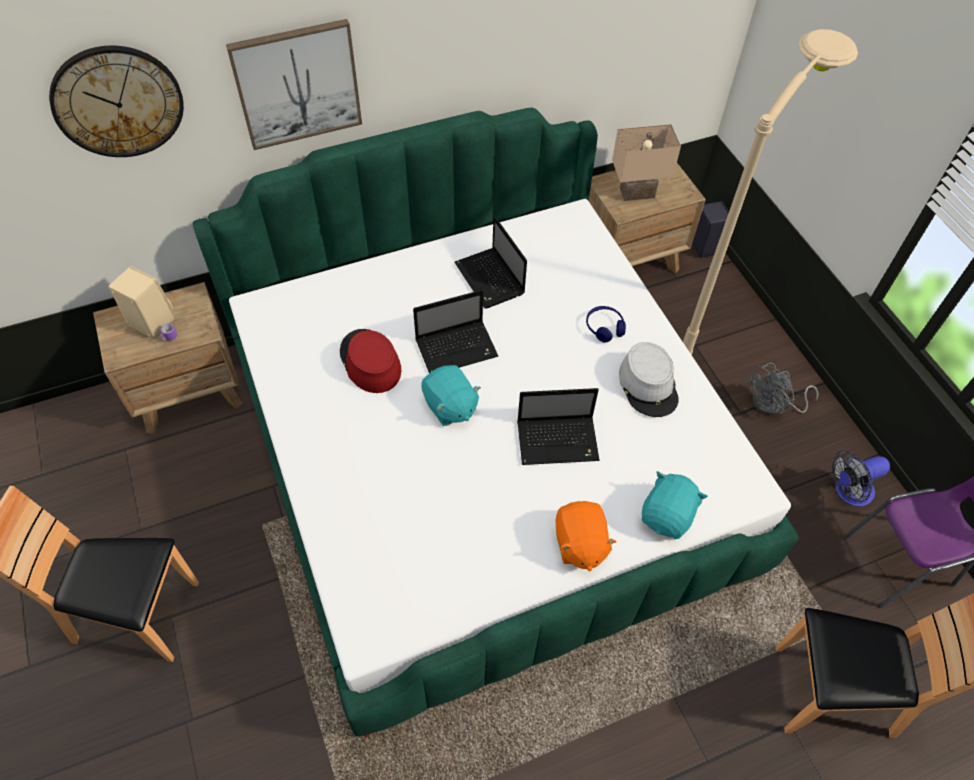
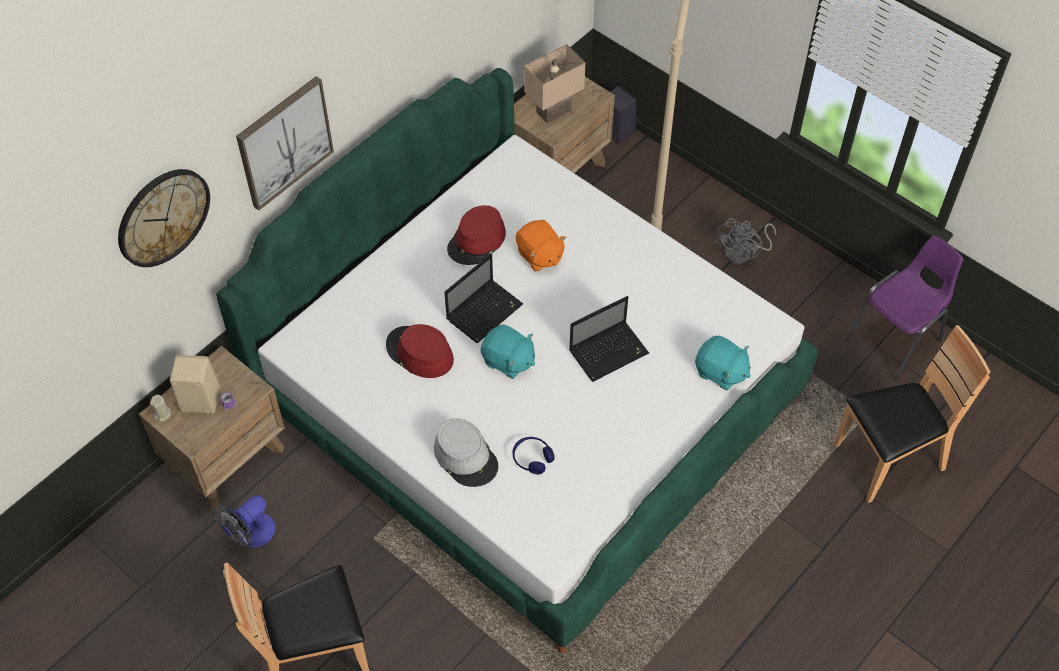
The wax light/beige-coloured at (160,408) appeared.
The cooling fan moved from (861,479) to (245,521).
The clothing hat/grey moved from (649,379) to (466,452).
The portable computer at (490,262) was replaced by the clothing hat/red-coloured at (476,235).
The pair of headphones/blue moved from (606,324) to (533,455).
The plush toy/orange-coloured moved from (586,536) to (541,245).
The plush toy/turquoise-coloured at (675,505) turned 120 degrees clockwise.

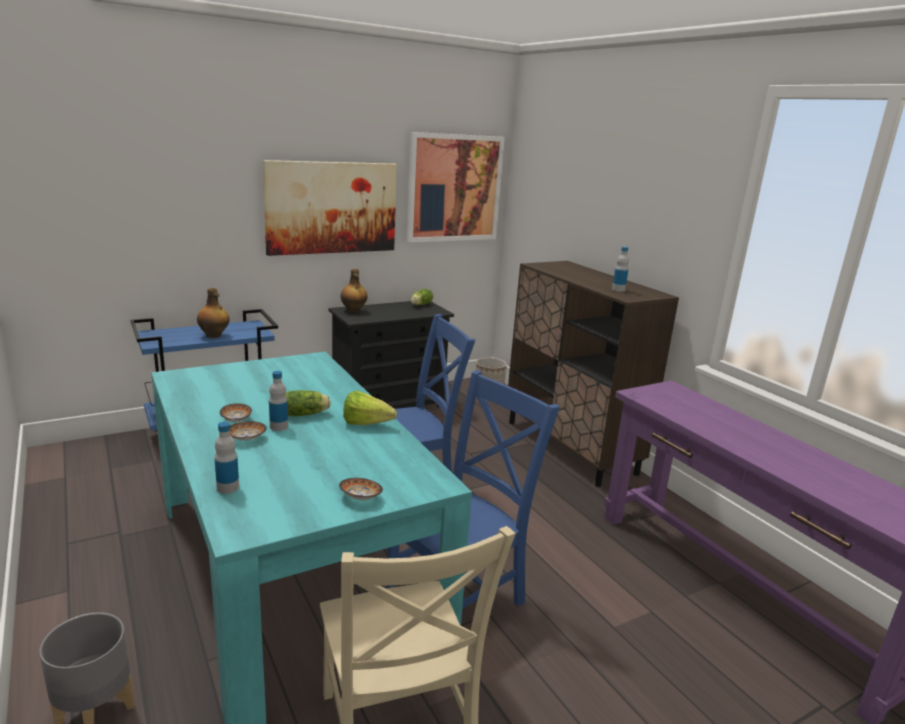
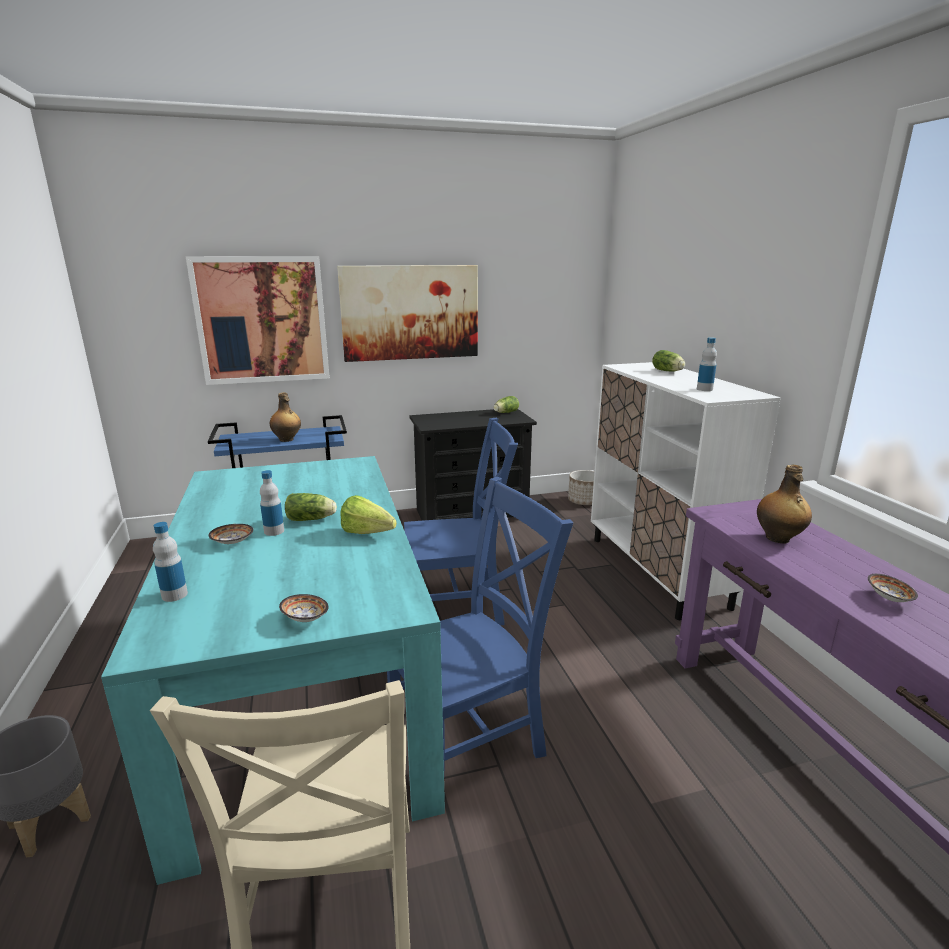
The wall art moved from (456,187) to (258,320).
The storage cabinet/brown at (593,374) became the storage cabinet/white-coloured at (686,491).
The lettuce at (668,361) appeared.
The bottle moved from (354,291) to (784,504).
The bowl moved from (236,412) to (893,588).

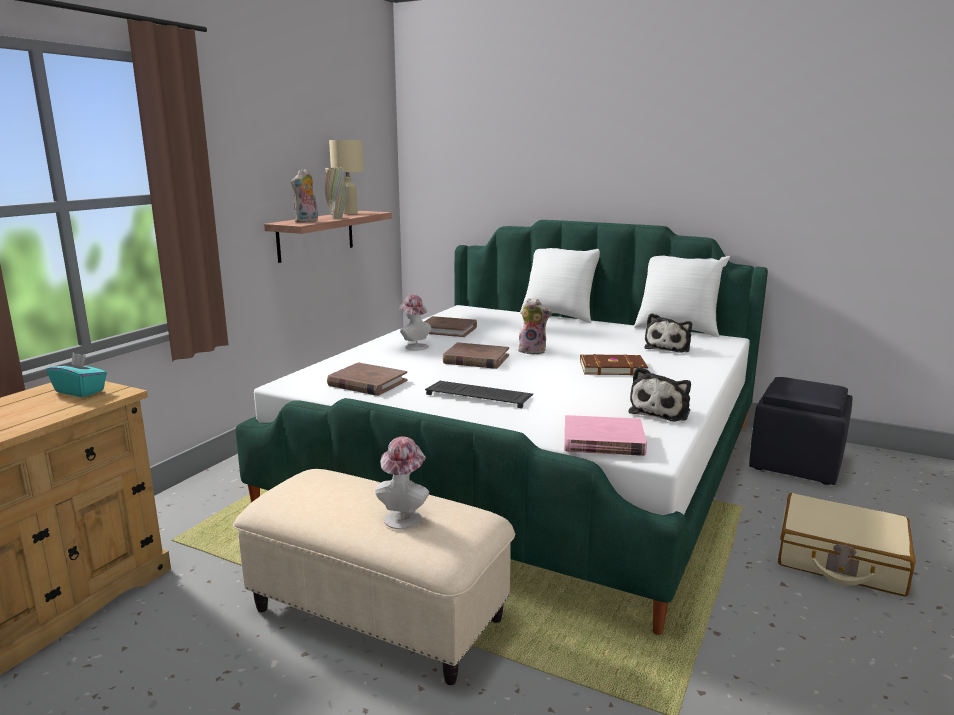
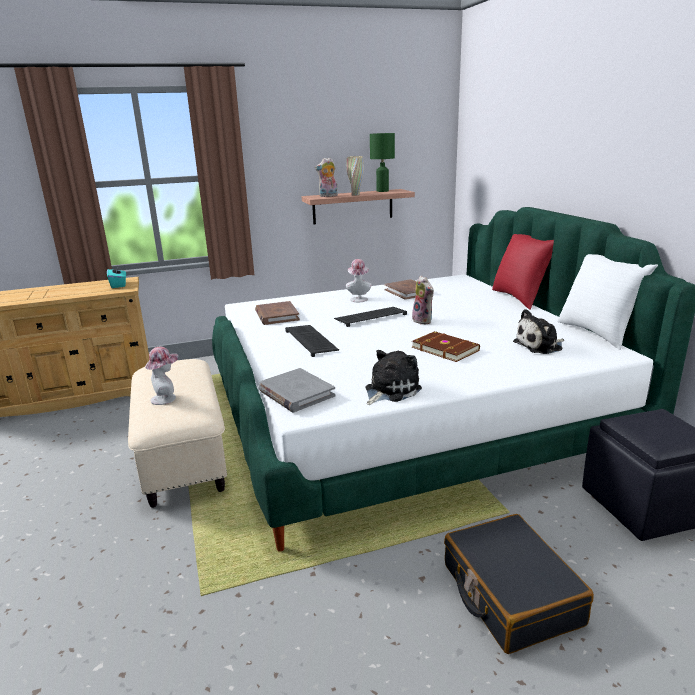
The book/pinkish at (605,435) became the book/grey at (297,390).
The book/brown at (476,355) was replaced by the PC keyboard at (370,317).
The plush toy at (660,394) turned 150 degrees clockwise.
The lamp for a table/beige-coloured at (346,177) became the lamp for a table/green-coloured at (382,162).
The suitcase/beige-coloured at (846,544) became the suitcase/black-coloured at (519,584).
The pillow/white-coloured at (560,285) became the pillow/red-coloured at (523,272).

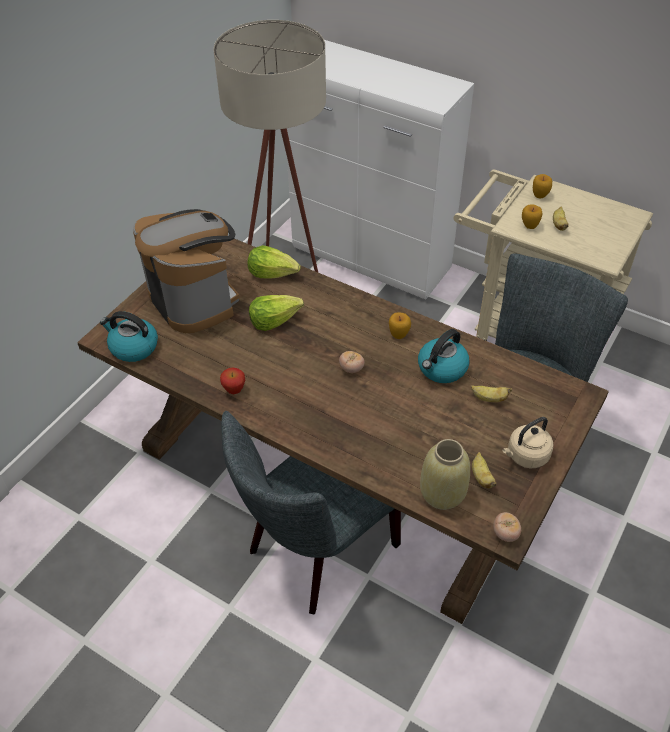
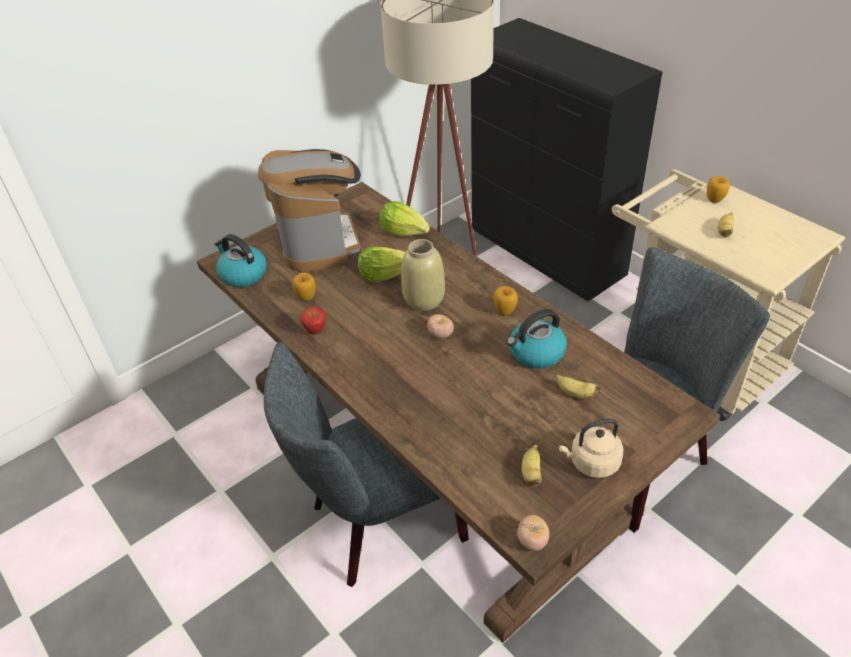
The apple moved from (532,216) to (304,287).
The decorative vase/beige-coloured moved from (445,474) to (423,275).
The storage cabinet/white-coloured at (380,170) became the storage cabinet/black-coloured at (567,160).

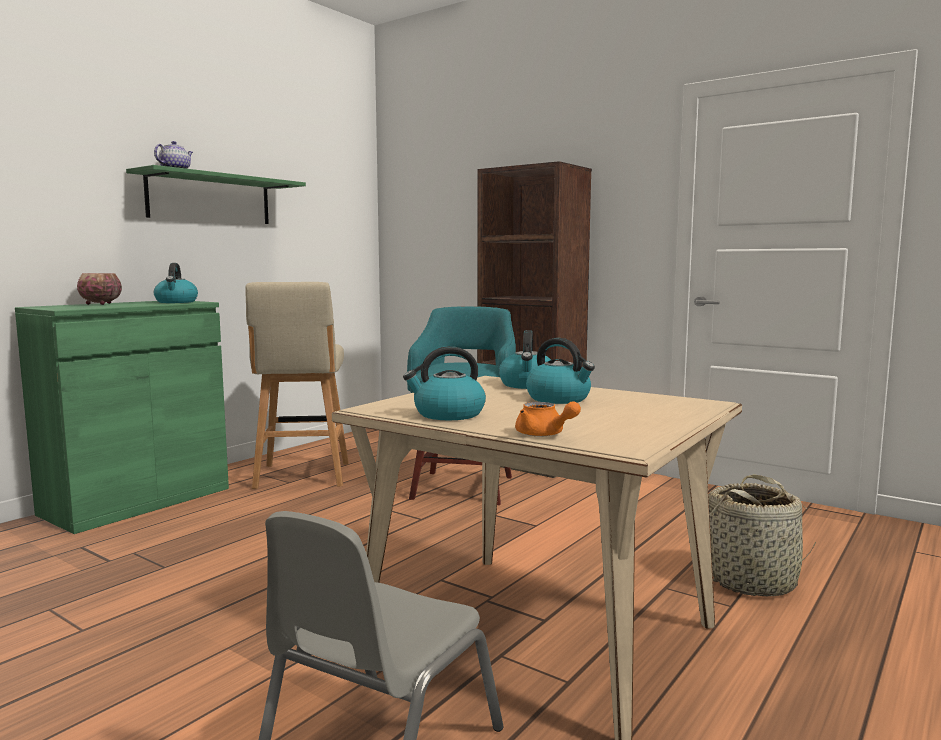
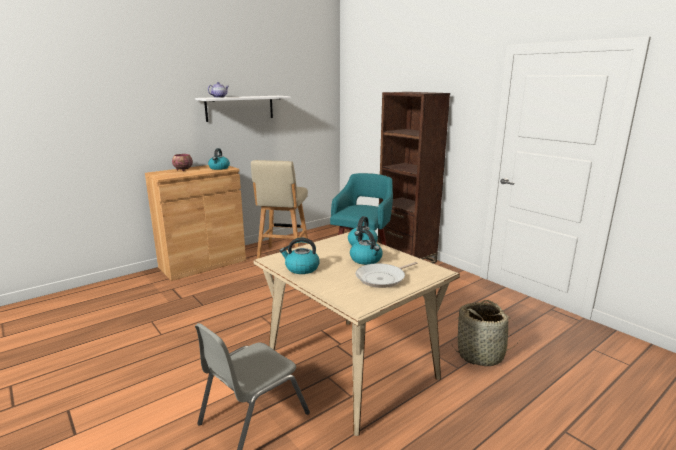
The storage cabinet/green-coloured at (122,417) became the storage cabinet/brown at (195,223).
The bracket shelf/green-coloured at (216,194) became the bracket shelf/white-coloured at (243,109).
The frying pan at (387,275) appeared.
The teapot/orange-coloured at (548,418) disappeared.

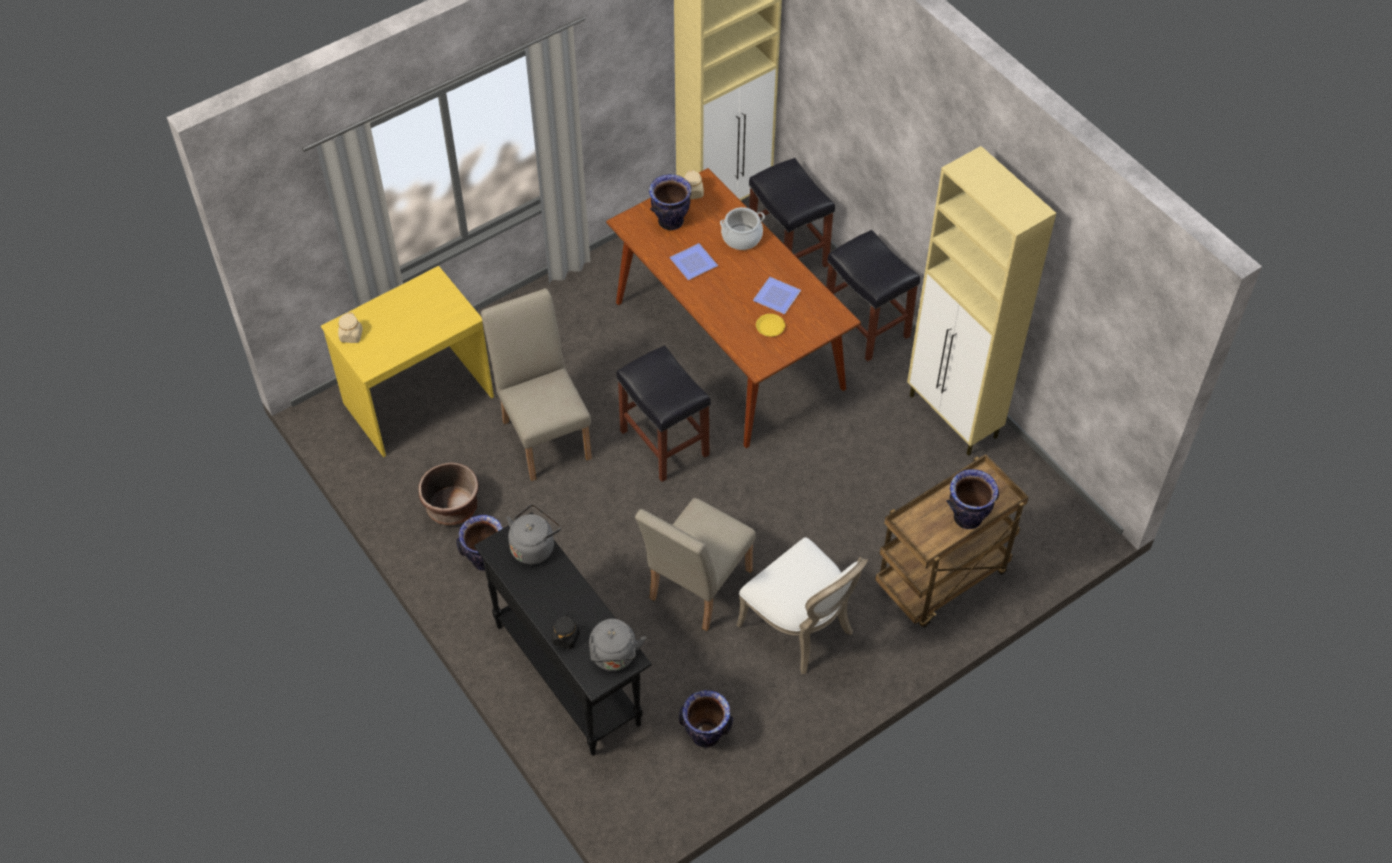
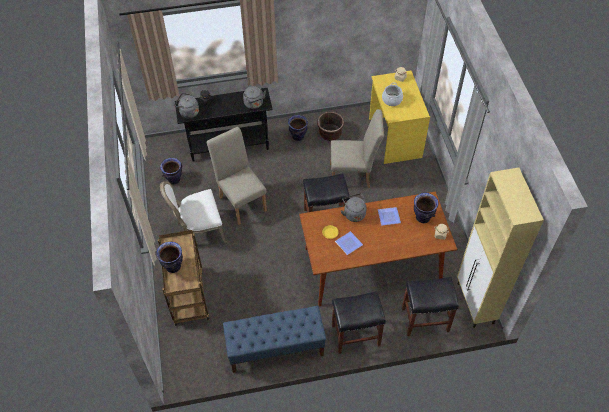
The storage cabinet/beige-coloured at (981,301) was replaced by the bench/blue at (274,339).
The kettle/grey at (354,207) appeared.
The stockpot moved from (742,228) to (392,94).

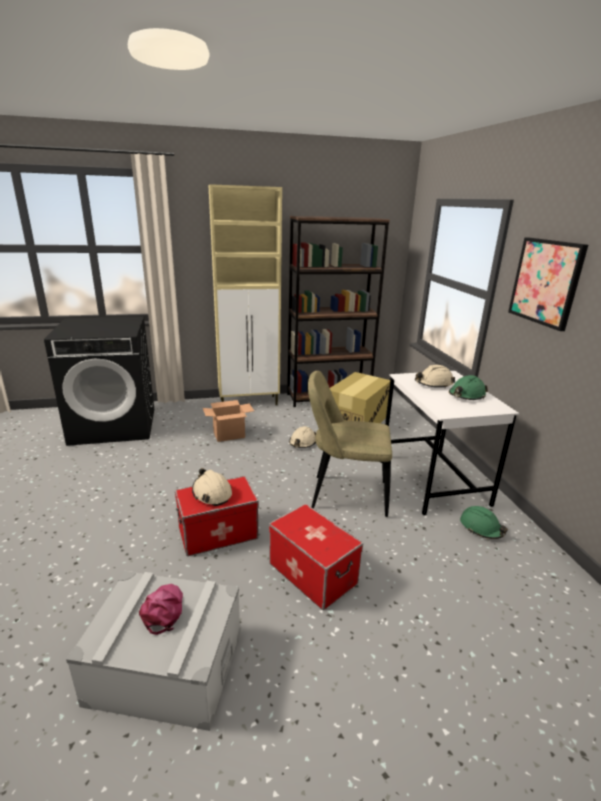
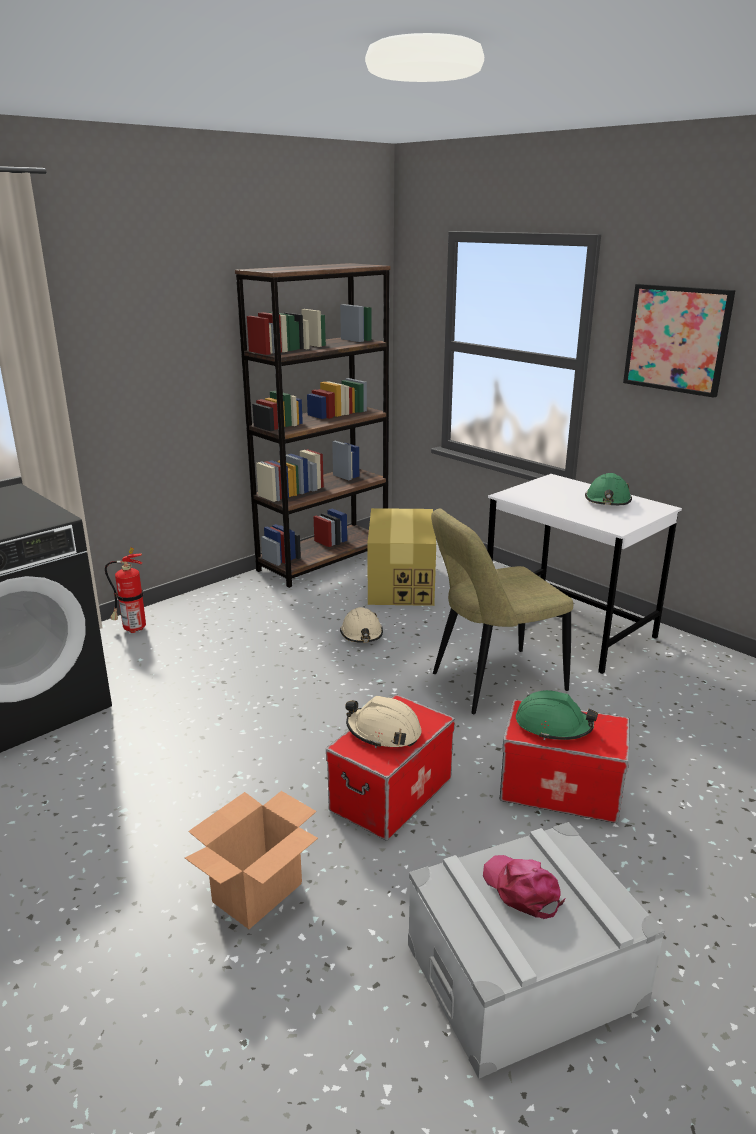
The extinguisher at (125,590) appeared.
The cardboard box moved from (228,421) to (251,860).
The work helmet/green-coloured moved from (484,522) to (557,715).
The storage cabinet/beige-coloured at (245,294) disappeared.
The work helmet/beige-coloured at (435,376) disappeared.

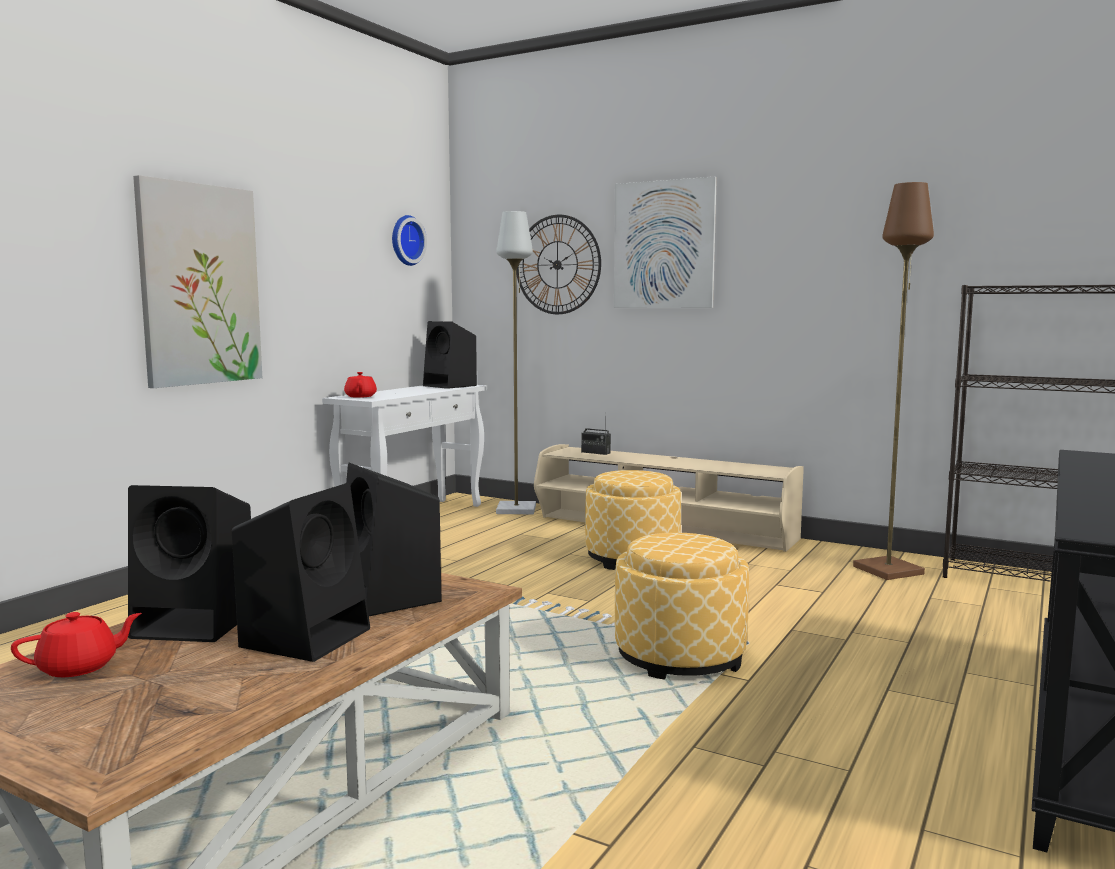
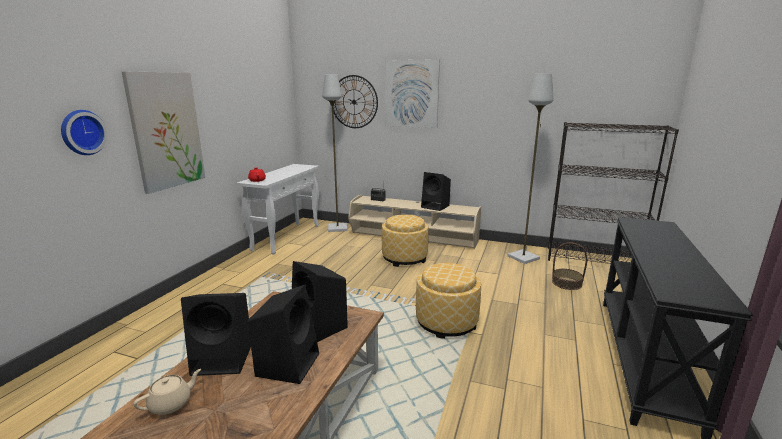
The wall clock moved from (409,240) to (84,132).
The teapot/red-coloured at (76,644) became the teapot/beige-coloured at (167,392).
The audio speaker/black-coloured moved from (450,355) to (436,191).
The standard lamp/brown at (893,381) became the standard lamp/grey at (530,169).
The basket at (569,266) appeared.

